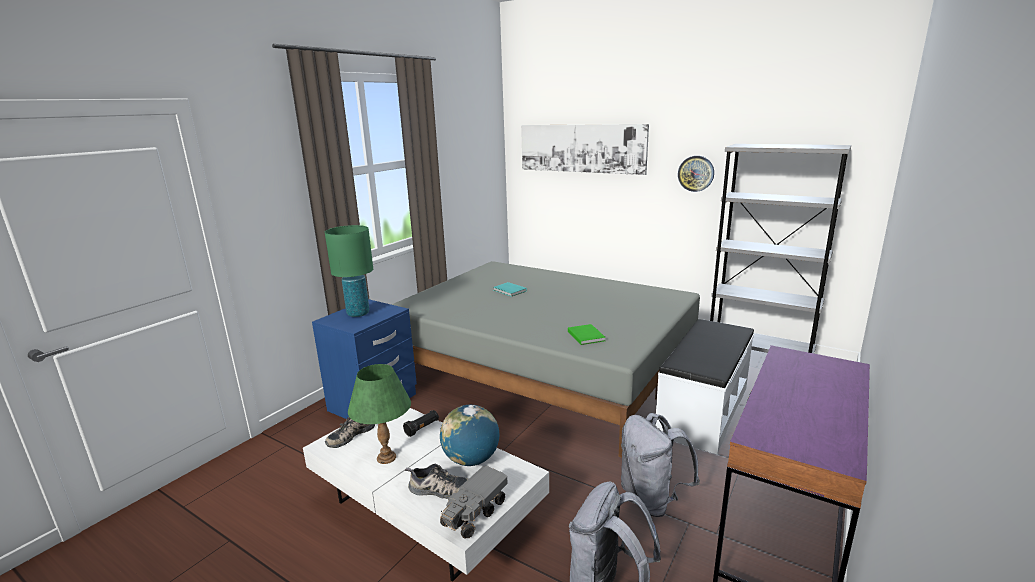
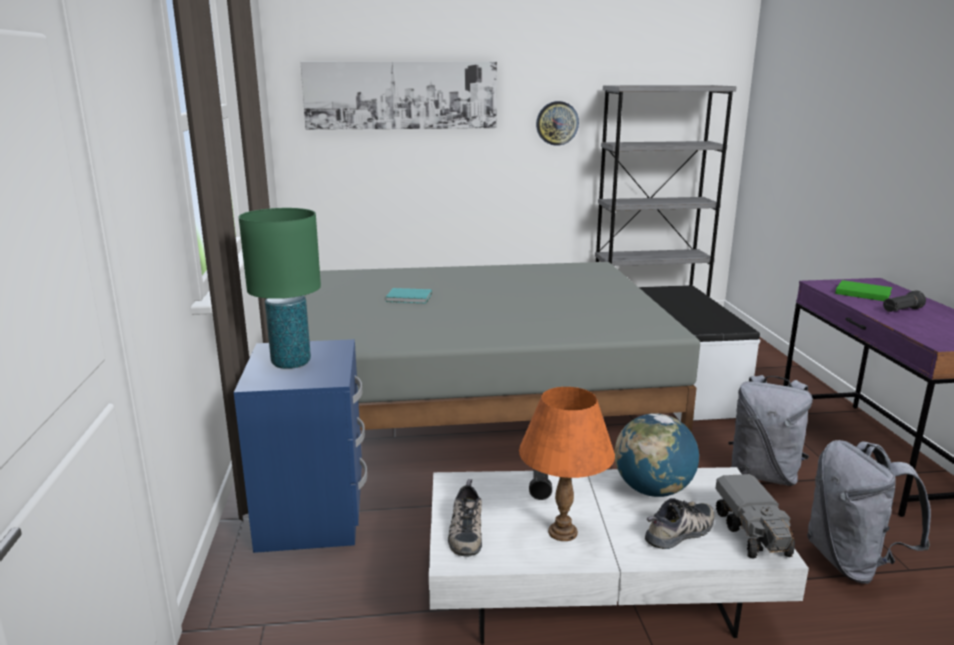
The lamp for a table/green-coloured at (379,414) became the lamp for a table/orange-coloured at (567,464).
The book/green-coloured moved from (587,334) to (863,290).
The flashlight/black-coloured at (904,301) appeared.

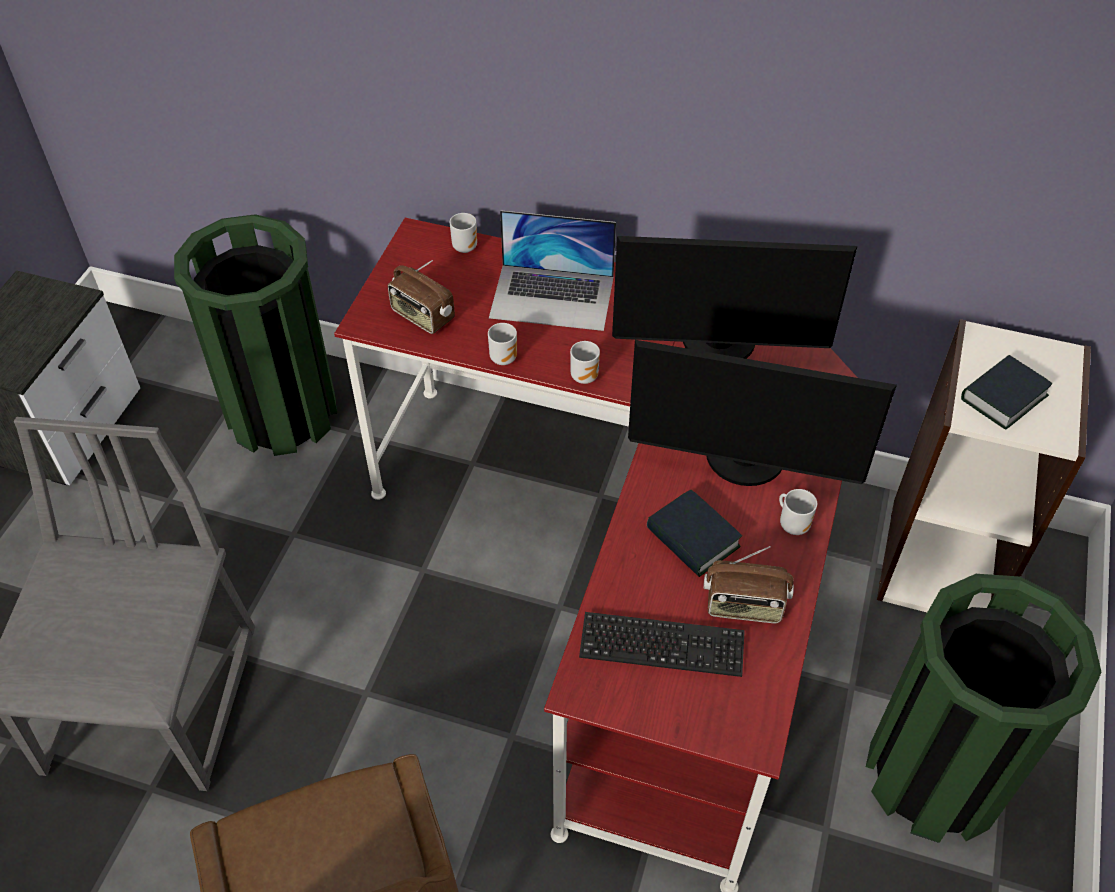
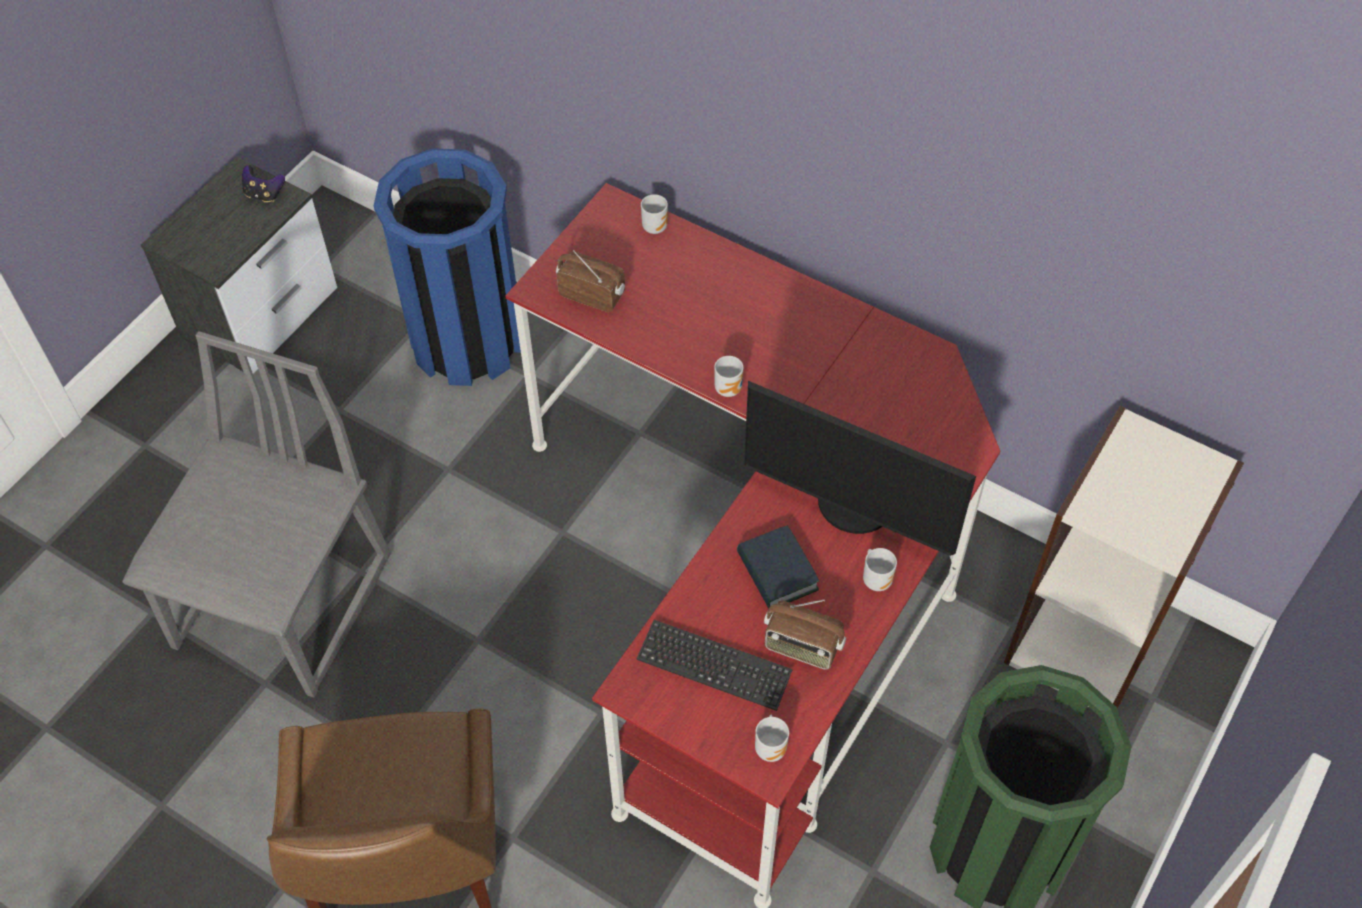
The game controller at (263,183) appeared.
The waste bin/green-coloured at (255,335) became the waste bin/blue at (447,267).
The radio at (421,297) turned 150 degrees clockwise.
The coffee mug moved from (502,344) to (772,738).
The portable computer at (552,270) disappeared.
The monitor at (734,297) disappeared.
The book at (1007,392) disappeared.

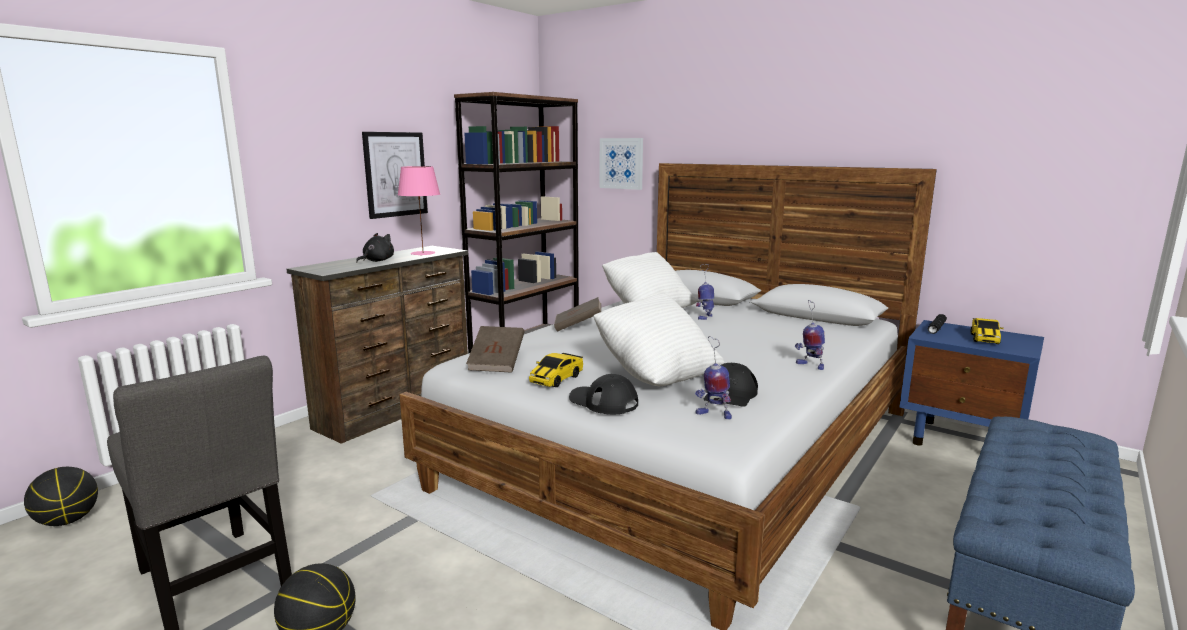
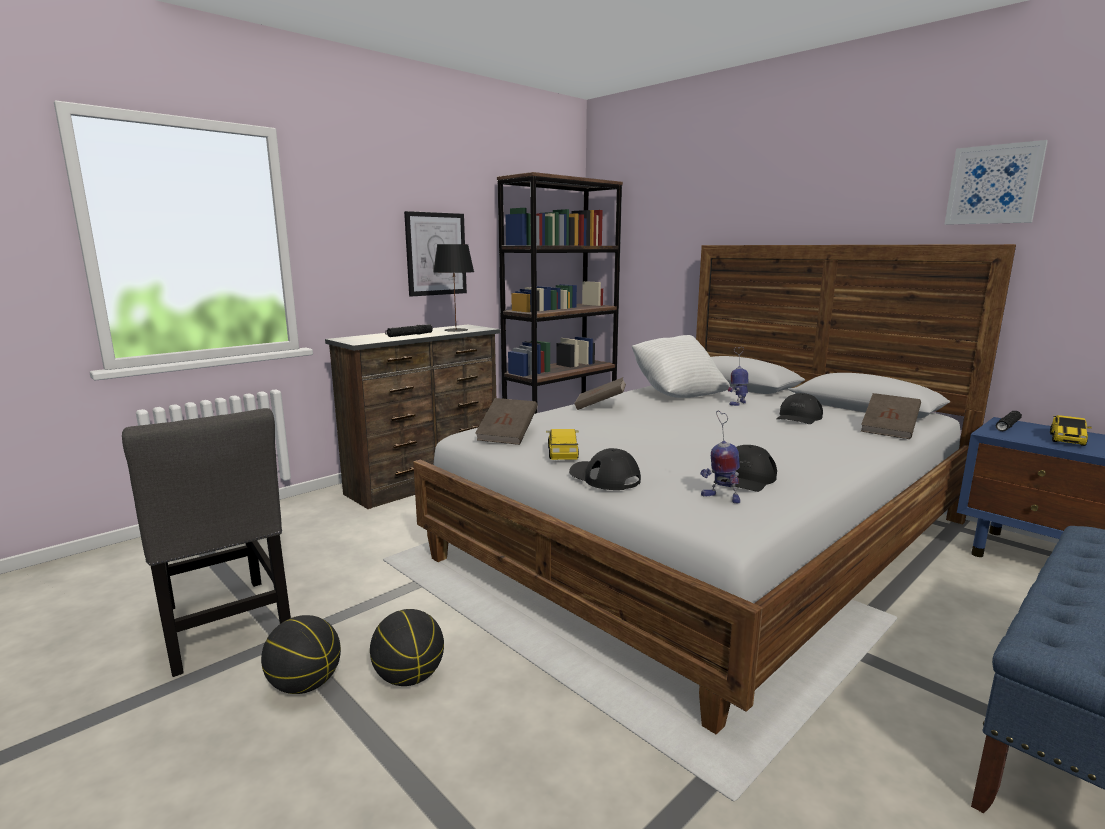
The basketball ball moved from (61,496) to (407,647).
The plush toy/black-coloured at (375,247) was replaced by the flashlight/black-coloured at (409,330).
The lamp for a table/pinkish at (419,210) became the lamp for a table/black-coloured at (453,288).
The miniature car at (556,370) turned 135 degrees clockwise.
The peaked cap/black-coloured at (799,408) appeared.
The book/brown at (891,416) appeared.
The wall art moved from (621,164) to (996,182).
The pillow/white-coloured at (659,339) disappeared.
The toy robot at (810,335) disappeared.

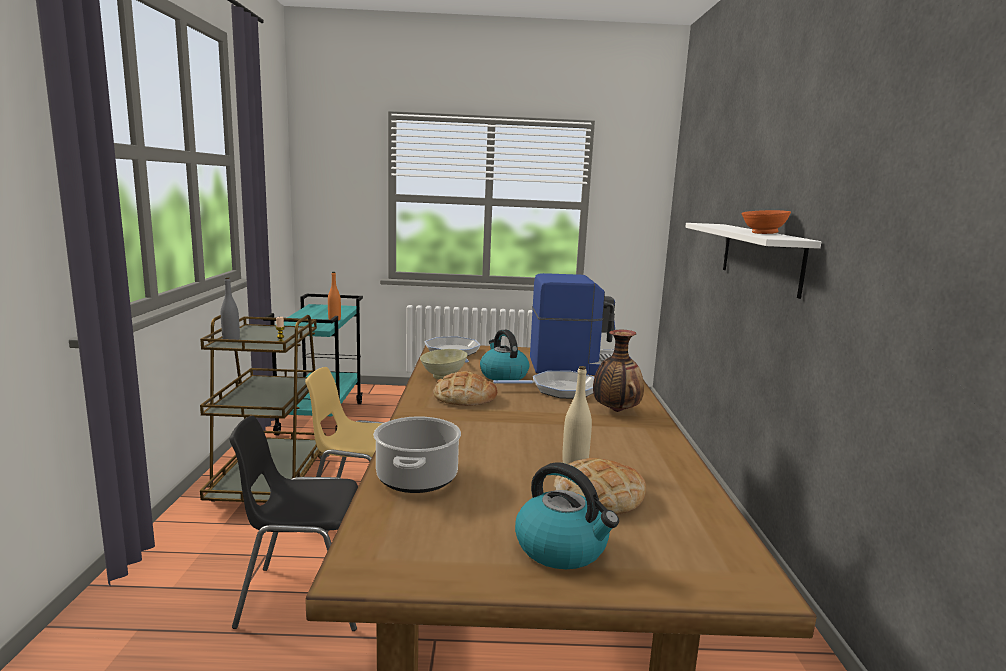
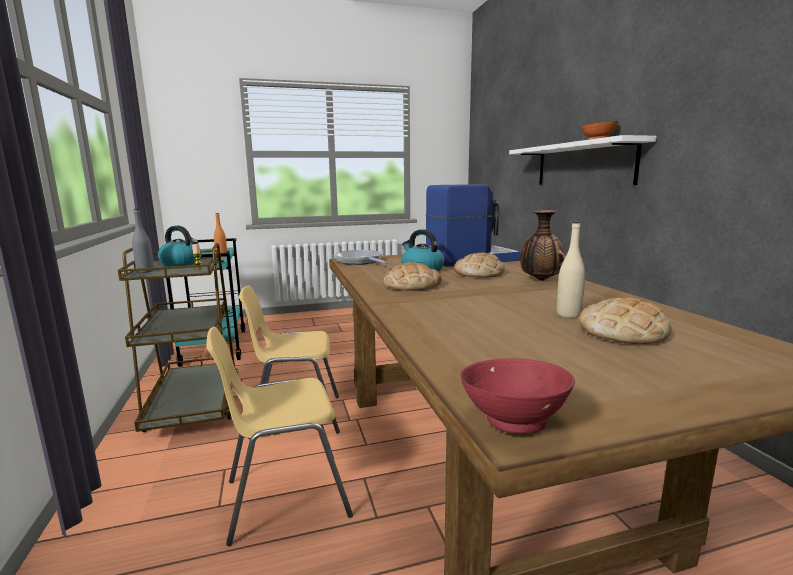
The kettle moved from (567,515) to (180,246).
The chair/black-coloured at (293,523) became the chair/yellow-coloured at (279,436).
The frying pan at (543,385) was replaced by the bakery bread at (479,265).
The bowl/red-coloured at (517,396) appeared.
The stockpot at (417,454) disappeared.
The bowl/beige-coloured at (444,364) disappeared.

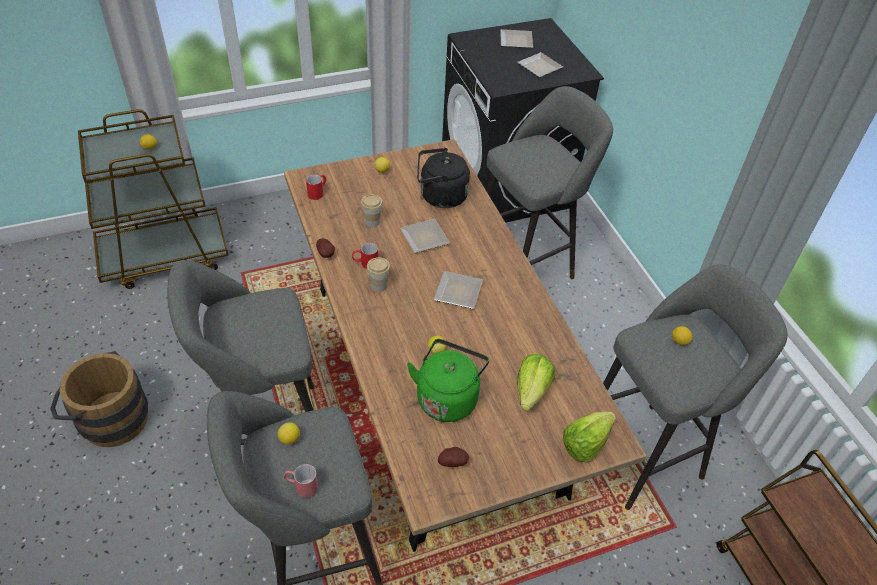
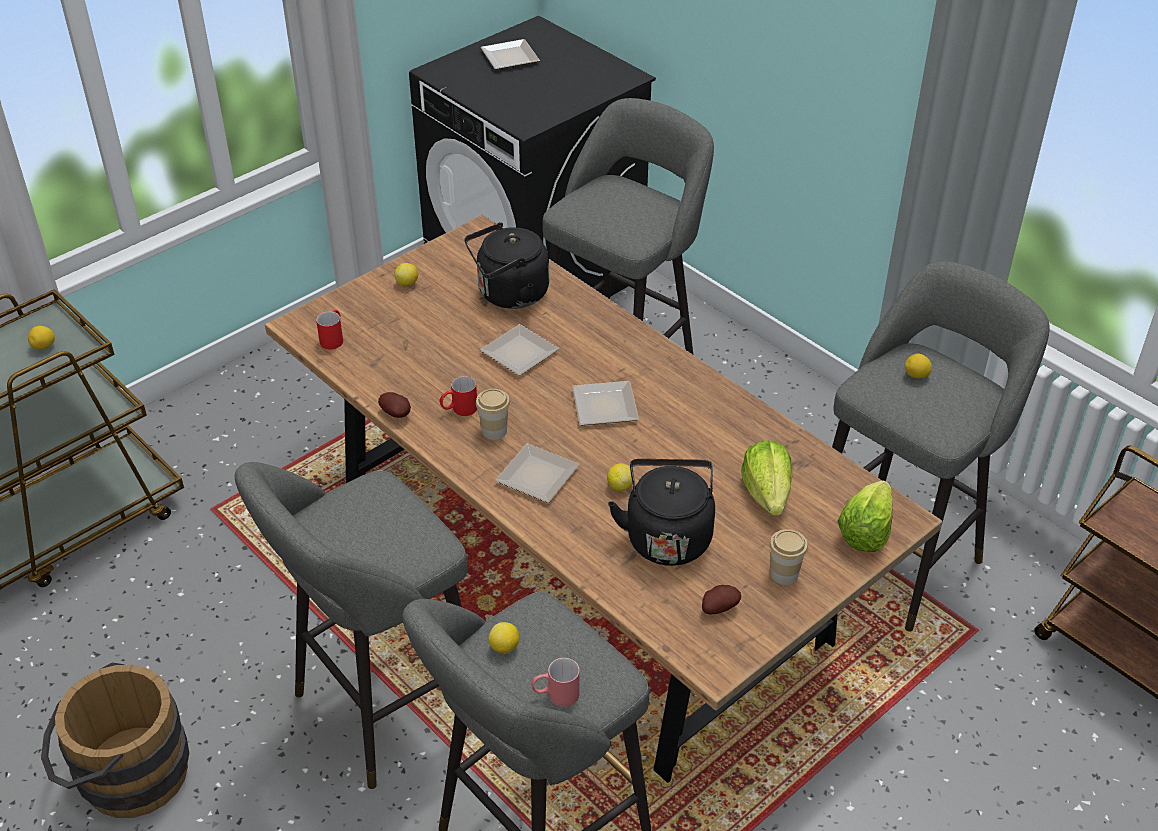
The plate moved from (540,65) to (537,473).
The kettle/green-coloured at (448,380) became the kettle/black-coloured at (661,512).
The cup moved from (372,210) to (788,557).

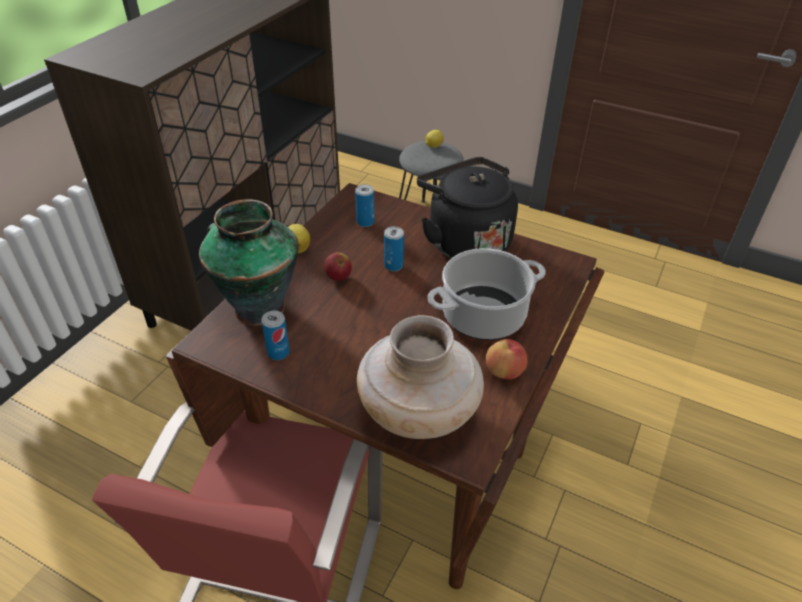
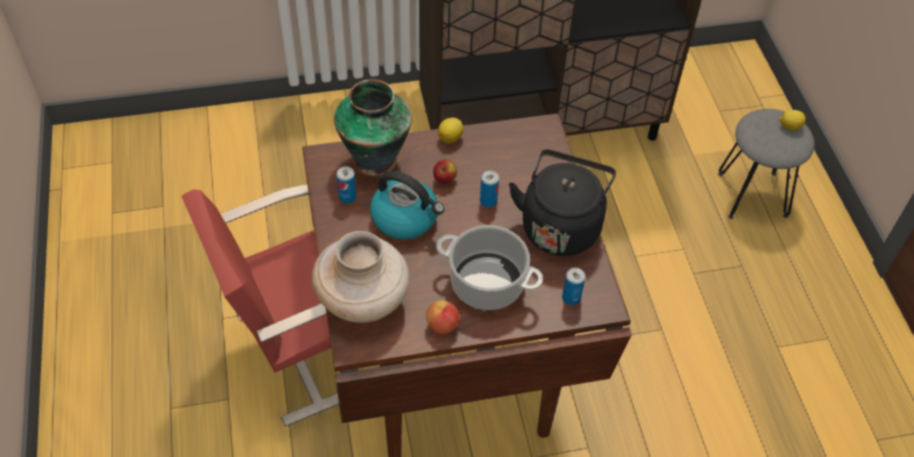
The kettle at (407,205) appeared.
The metal can moved from (365,205) to (573,286).

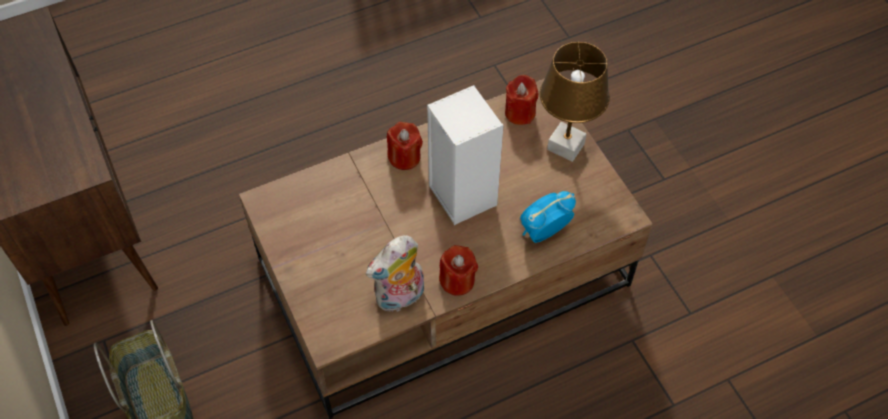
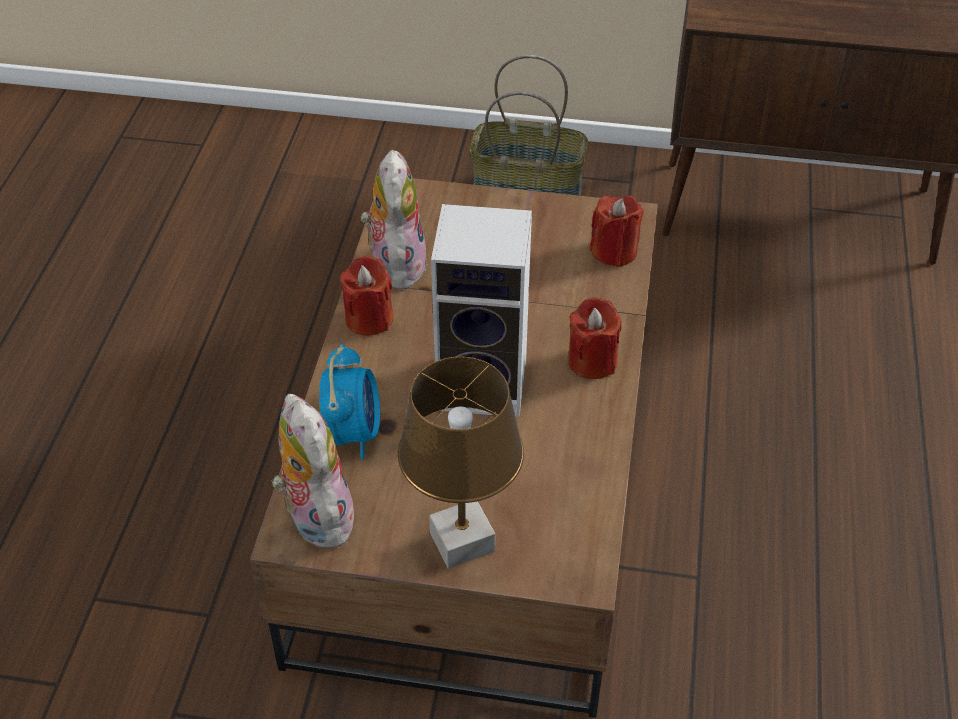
The plush toy at (313,471) appeared.
The wax light/red-coloured moved from (521,100) to (616,231).

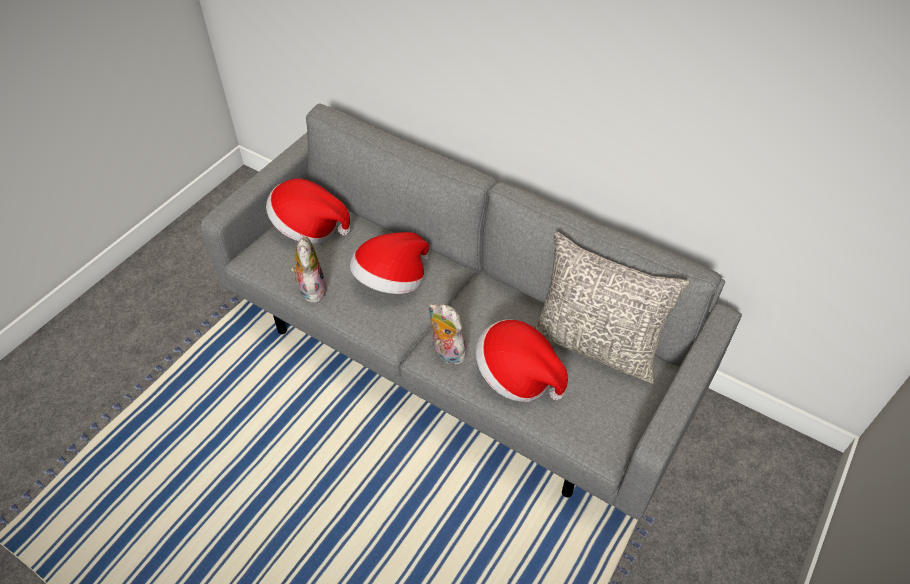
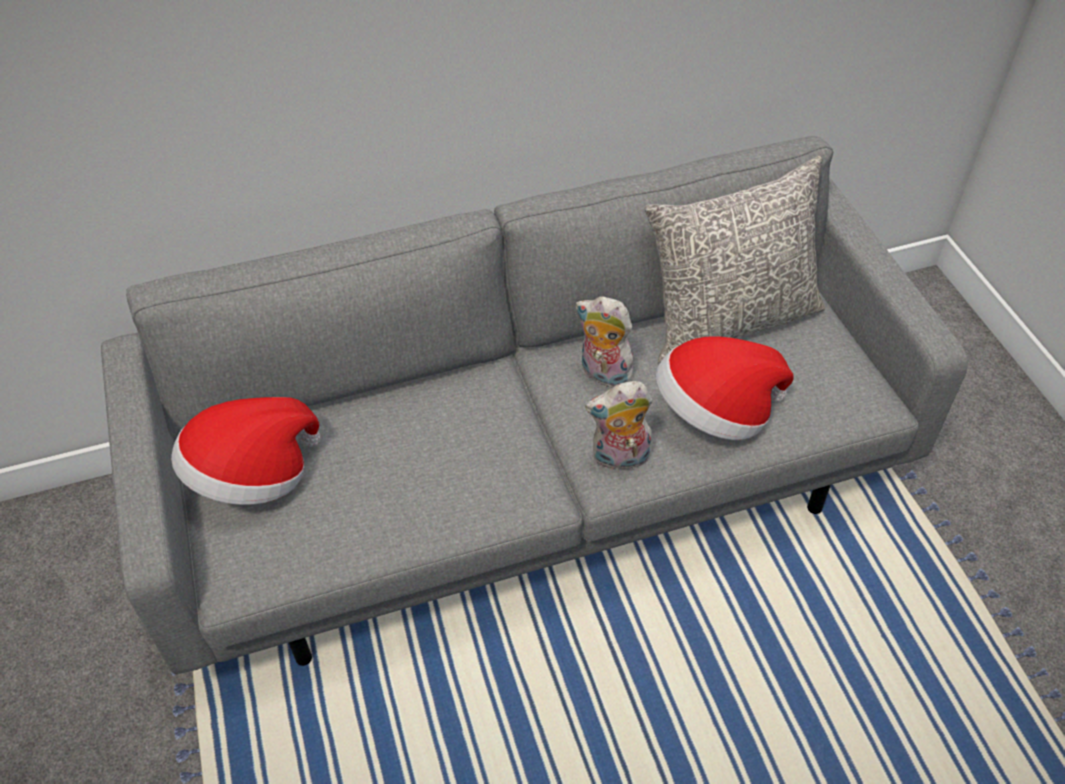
The plush toy moved from (308,269) to (607,342).
The clothing hat at (389,263) disappeared.

